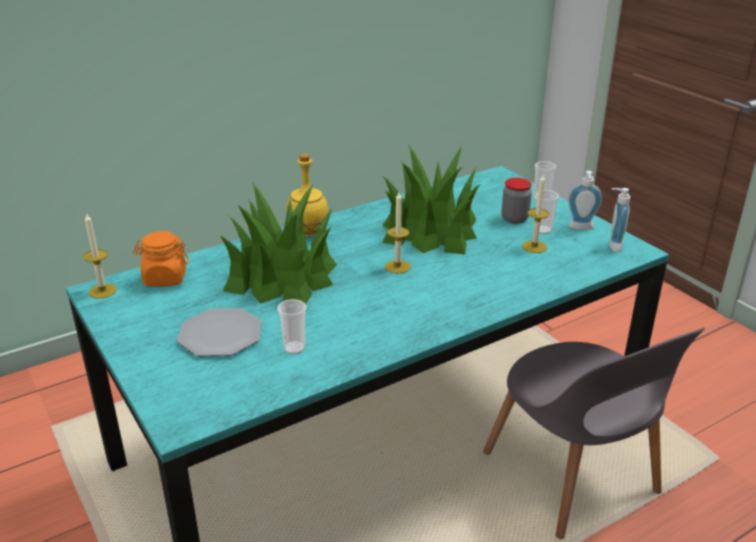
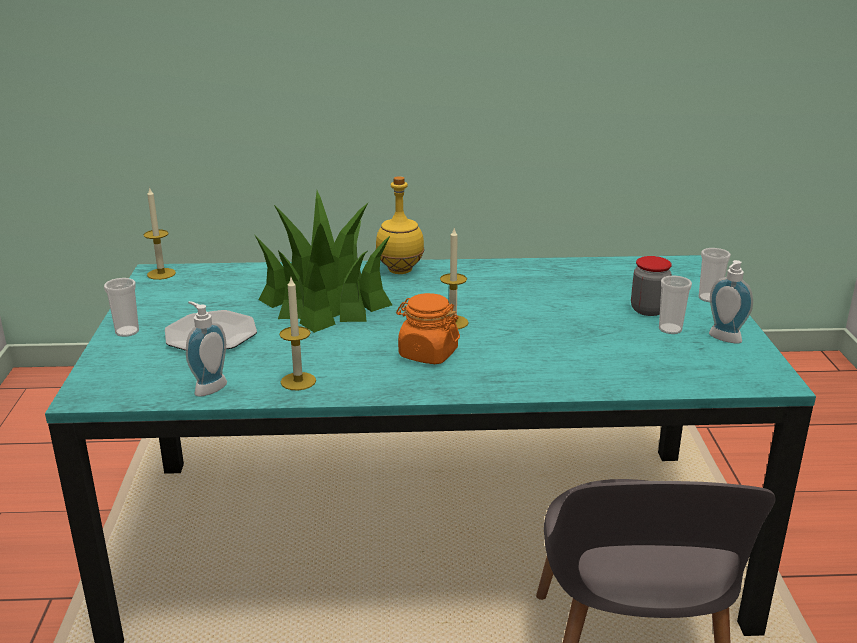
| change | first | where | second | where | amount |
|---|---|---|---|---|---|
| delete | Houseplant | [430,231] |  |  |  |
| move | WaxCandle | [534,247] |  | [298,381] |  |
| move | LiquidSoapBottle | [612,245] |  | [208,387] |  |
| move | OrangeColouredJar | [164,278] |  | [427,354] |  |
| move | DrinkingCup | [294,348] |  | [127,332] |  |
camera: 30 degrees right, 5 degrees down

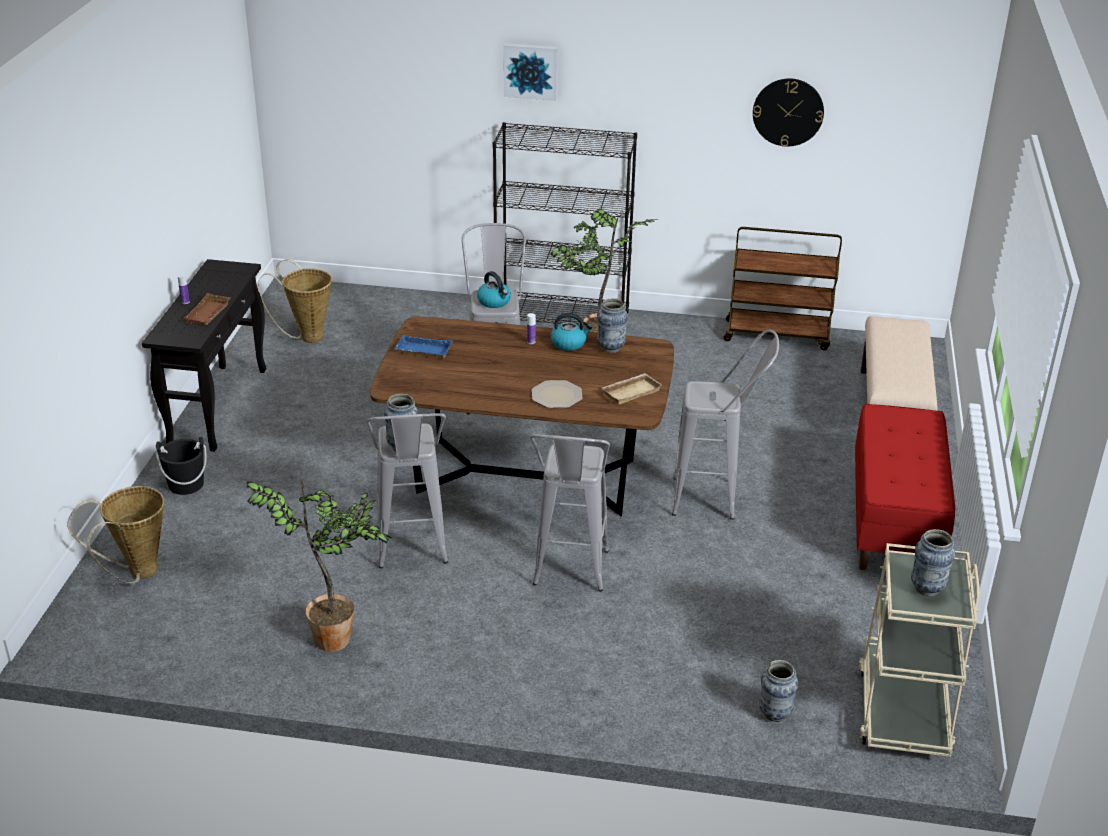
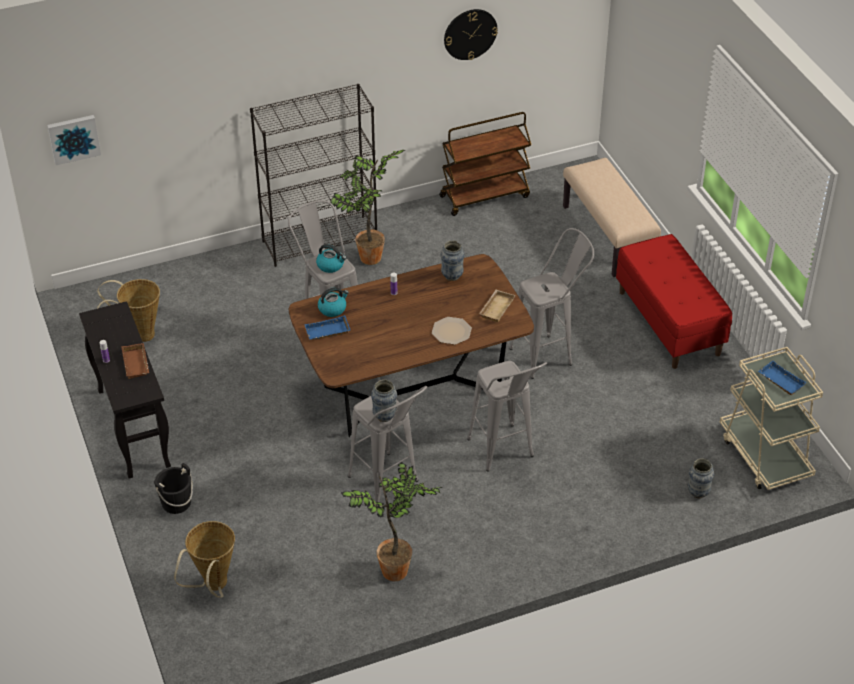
| change | first | where | second | where | amount |
|---|---|---|---|---|---|
| move | WallPicture | [531,70] |  | [73,138] |  |
| move | TeaKettle | [569,343] |  | [332,309] |  |
| replace | FlowerVase | [927,588] | BlueColouredServingTray | [780,381] |  |
camera: 30 degrees left, 10 degrees up

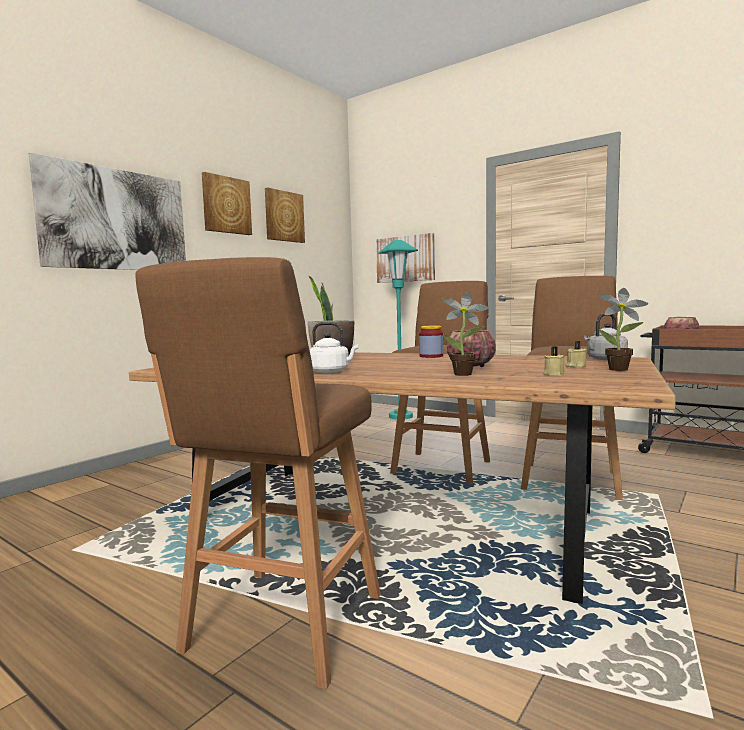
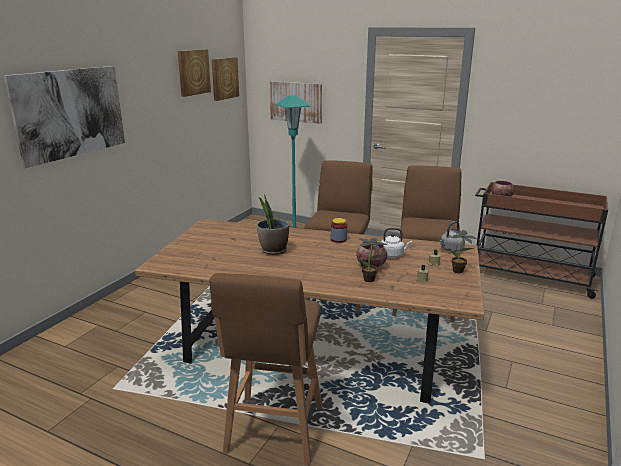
| change | first | where | second | where | amount |
|---|---|---|---|---|---|
| move | WallPicture | [226,205] |  | [224,78] |  |
| move | WhiteColouredTeaKettle | [331,371] |  | [393,255] |  |
camera: 10 degrees left, 15 degrees up

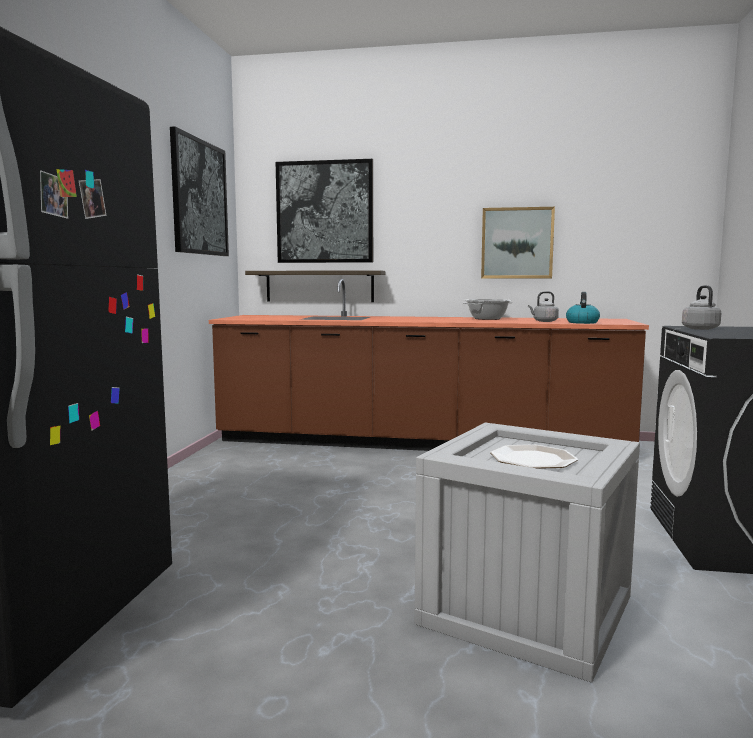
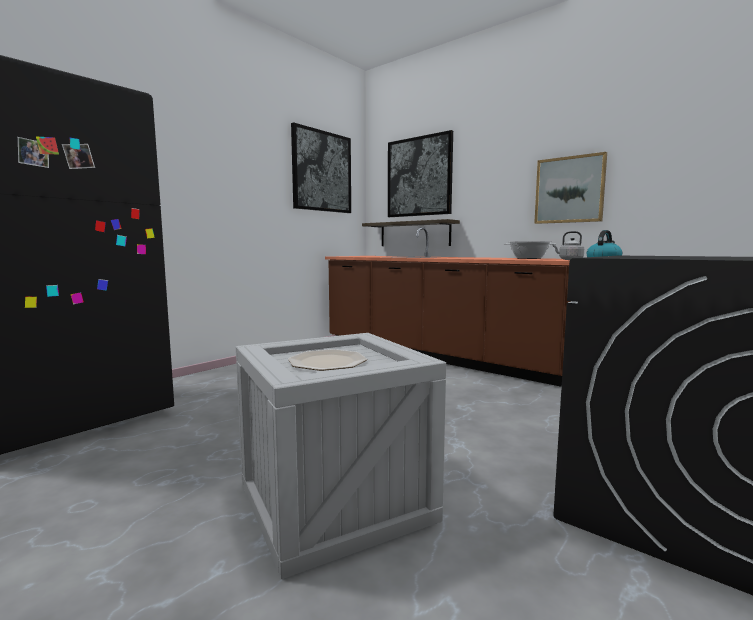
| change | first | where | second | where | amount |
|---|---|---|---|---|---|
| delete | GrayTeaKettle | [699,328] |  |  |  |
camera: 30 degrees right, 0 degrees up

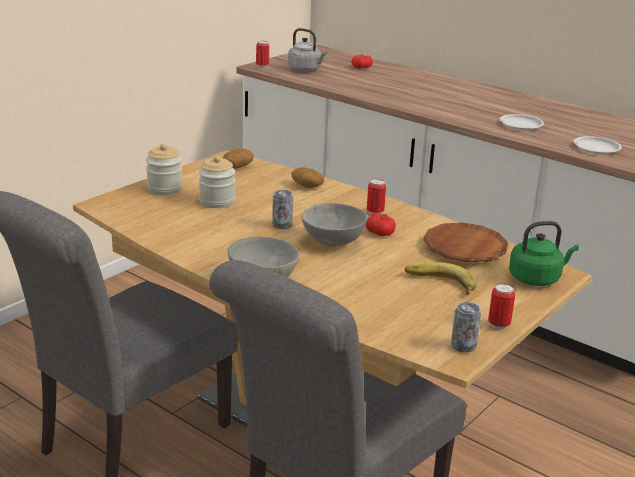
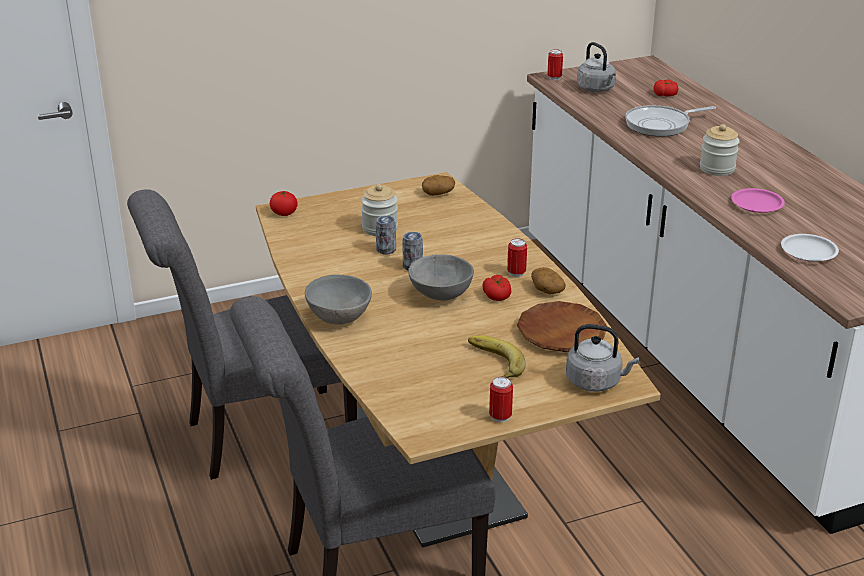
| change | first | where | second | where | amount |
|---|---|---|---|---|---|
| recolor | WhiteColouredDinnerPlate | [521,125] | PinkishDinnerPlate | [757,204] |  |
| move | Jar | [165,189] |  | [717,169] |  |
| move | WholePotato | [307,186] |  | [546,290] |  |
| recolor | GreenishTeaKettle | [537,278] | GrayTeaKettle | [596,382] |  |
| move | SealedCan | [463,346] |  | [386,250] |  |
| insert |  |  | Skillet | [661,125] |  |
| insert |  |  | WholeTomato | [284,213] |  |
camera: 30 degrees right, 5 degrees up

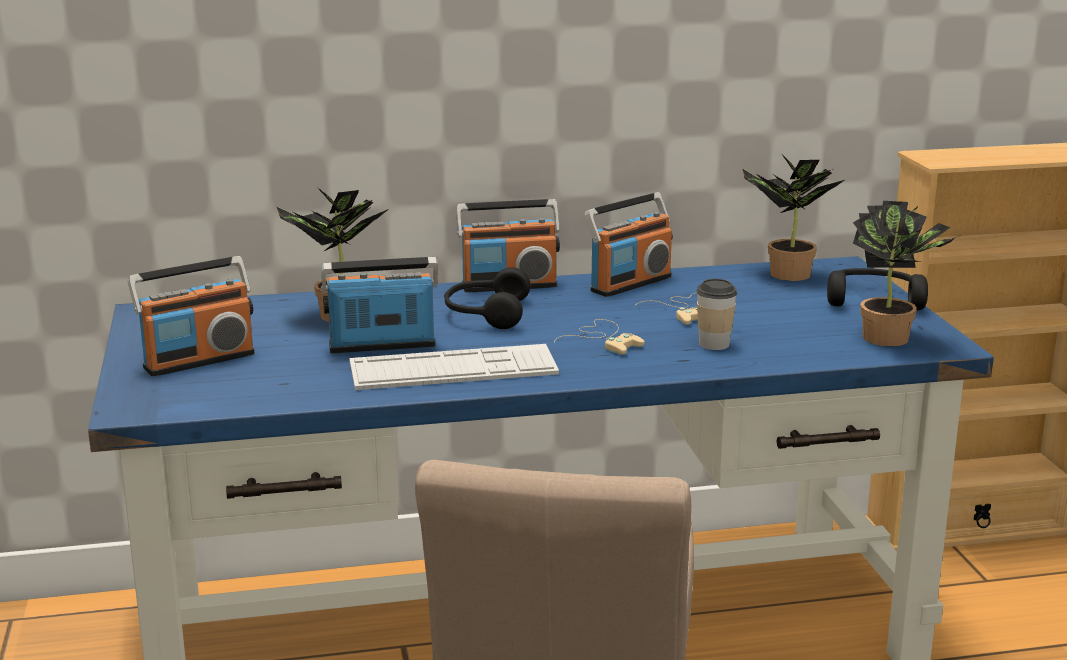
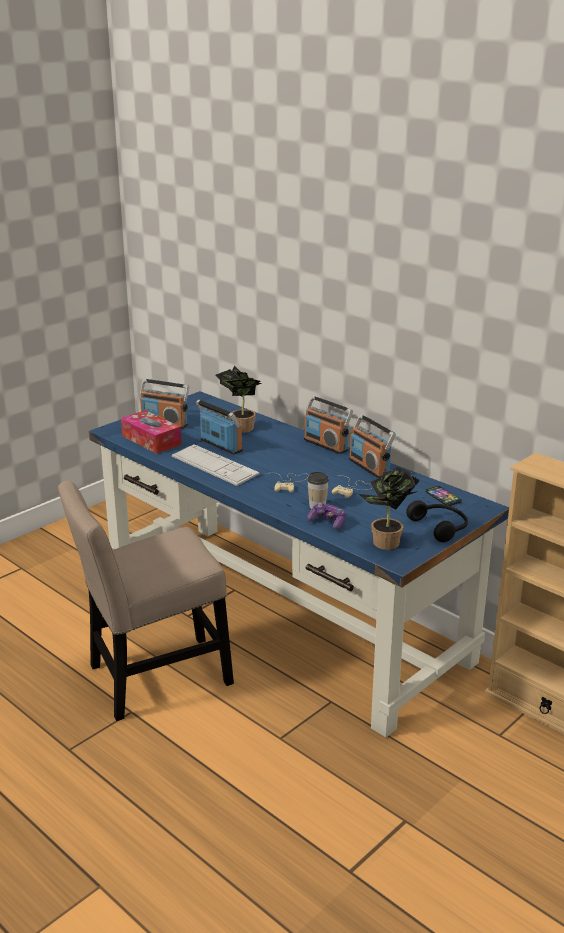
| change | first | where | second | where | amount |
|---|---|---|---|---|---|
| replace | Houseplant | [784,275] | Telephone | [443,497] |  |
| rotate | Radio | [630,284] |  | [369,467] | 45 degrees clockwise |
| delete | BlackPairOfHeadphones | [485,314] |  |  |  |
| insert |  |  | BoxOfTissues | [151,440] |  |
| insert |  |  | GameController | [327,522] |  |
camera: 55 degrees right, 5 degrees up

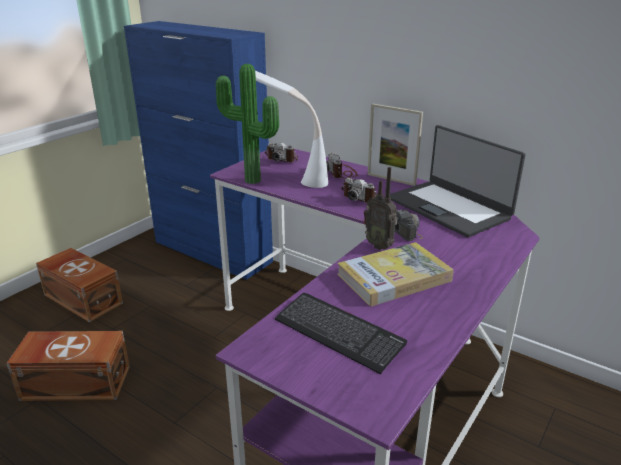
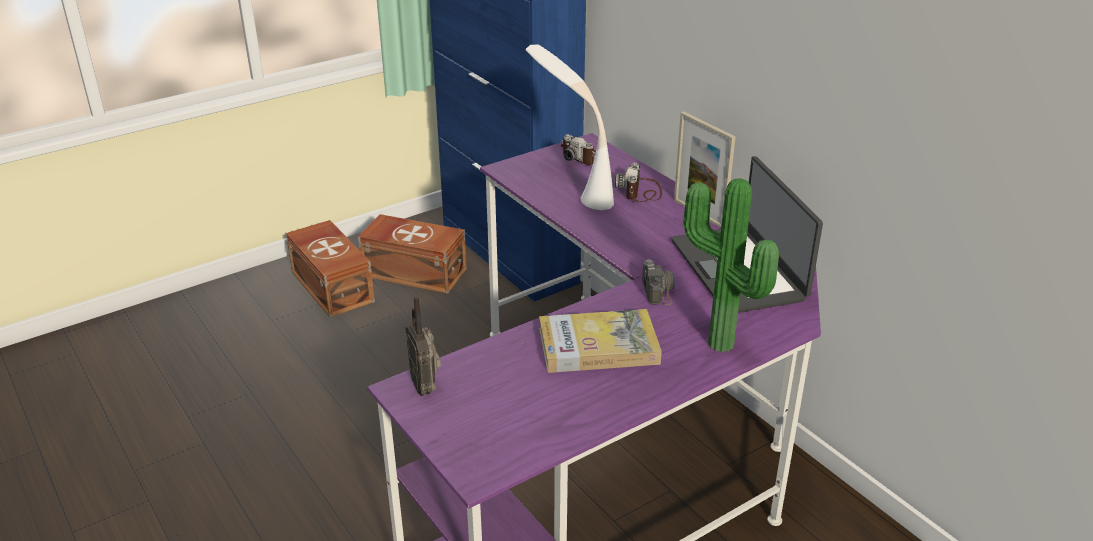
| change | first | where | second | where | amount |
|---|---|---|---|---|---|
| move | Houseplant | [251,182] |  | [717,346] |  |
| move | Radio | [380,245] |  | [426,387] |  |
| delete | StillCamera | [361,197] |  |  |  |
| delete | Keyboard | [338,333] |  |  |  |
| move | BrownColouredStorageBin | [75,382] |  | [414,271] |  |
camera: 20 degrees right, 5 degrees up

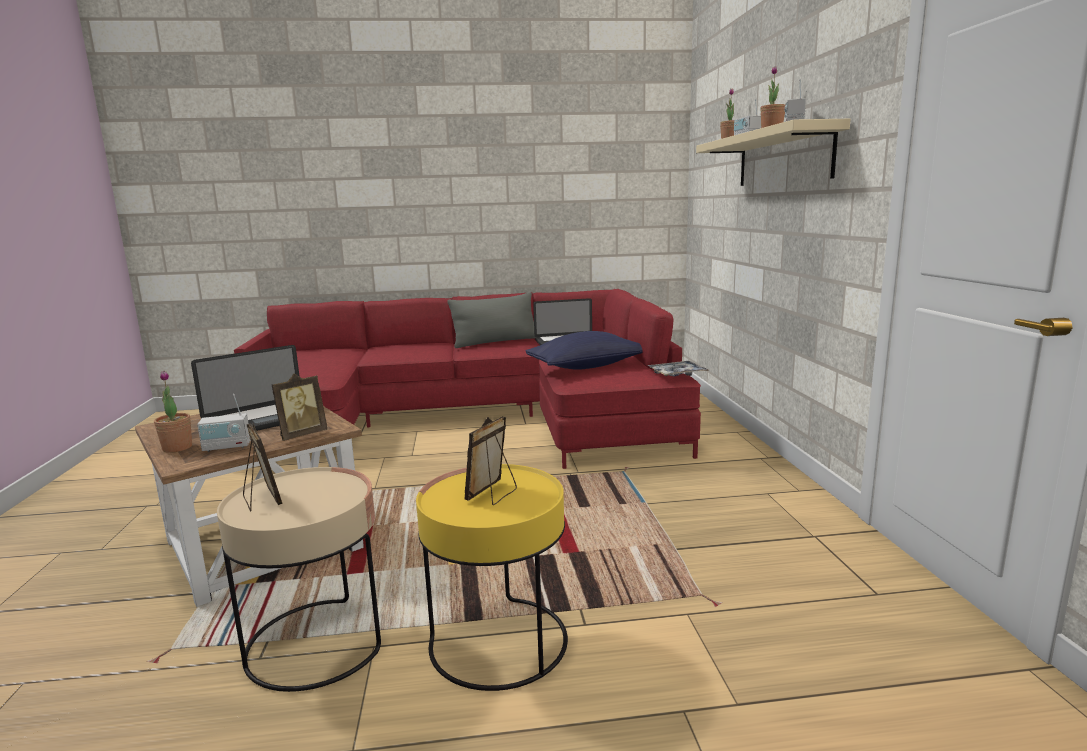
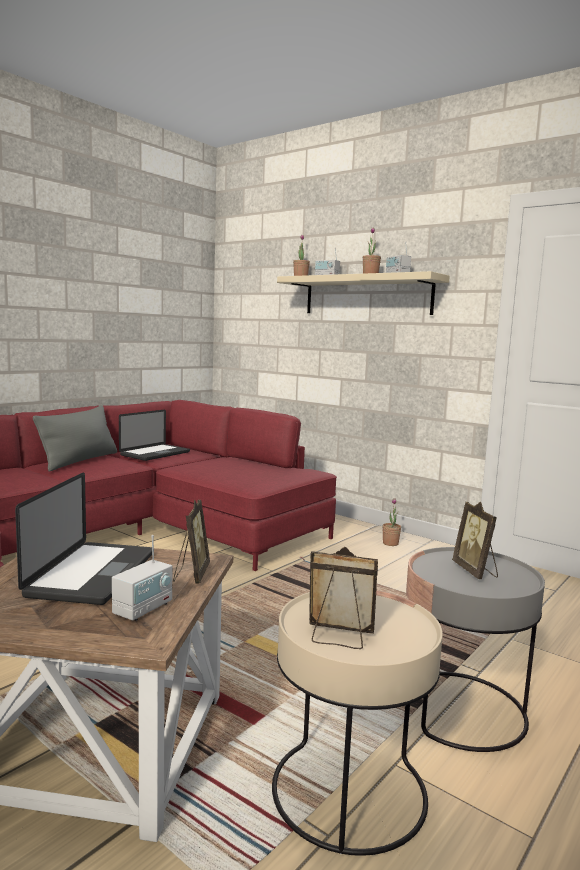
| change | first | where | second | where | amount |
|---|---|---|---|---|---|
| delete | BlueColouredCushion | [586,367] |  |  |  |
| delete | ServingTray | [677,374] |  |  |  |
| move | Houseplant | [177,448] |  | [390,543] |  |
| recolor | YellowAccentTable | [498,642] | GrayAccentTable | [461,710] |  |
camera: 45 degrees left, 5 degrees down

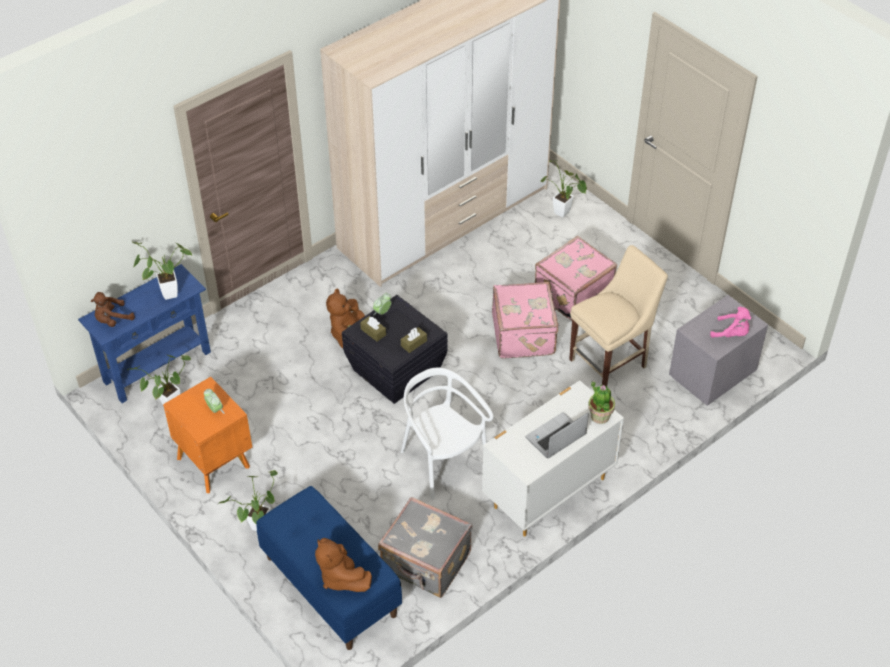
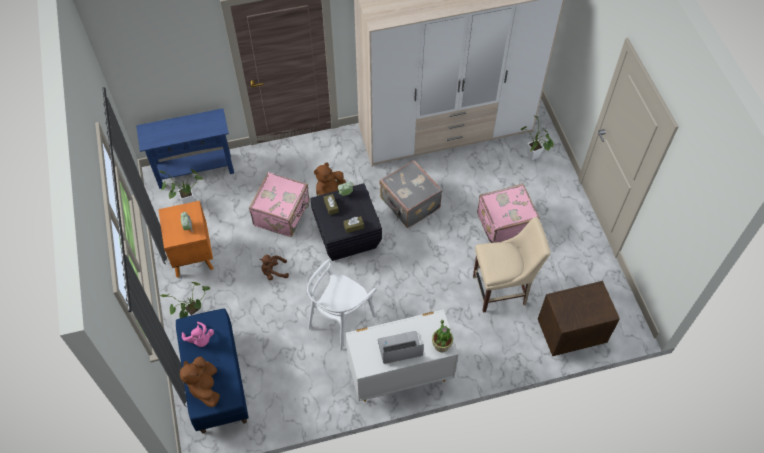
| change | first | where | second | where | amount |
|---|---|---|---|---|---|
| delete | Houseplant | [166,295] |  |  |  |
| move | PinkishTravelCase | [524,334] |  | [282,214] |  |
| move | BrownColouredCuddlyToy | [112,320] |  | [274,272] |  |
| recolor | GrayNightTable | [710,377] | BrownColouredNightTable | [569,332] |  |
| move | PinkishCuddlyToy | [732,334] |  | [200,339] |  |
| rotate | WhiteColouredChair | [443,462] |  | [340,319] | 135 degrees counterclockwise |
| move | GrayTravelCase | [426,563] |  | [409,204] |  |
camera: 25 degrees right, 10 degrees up

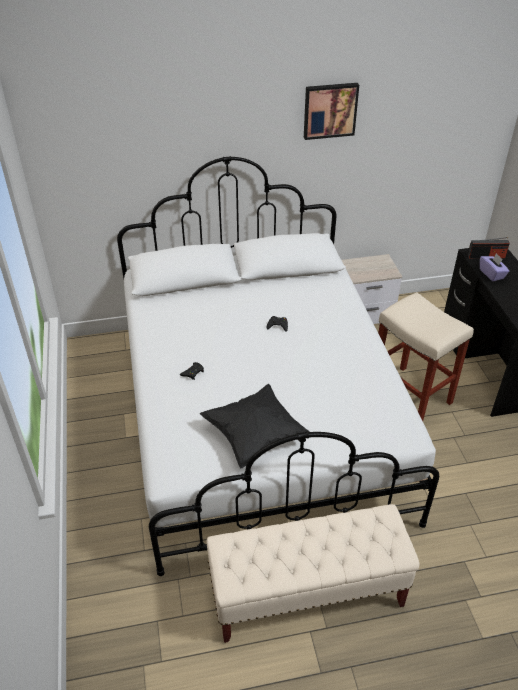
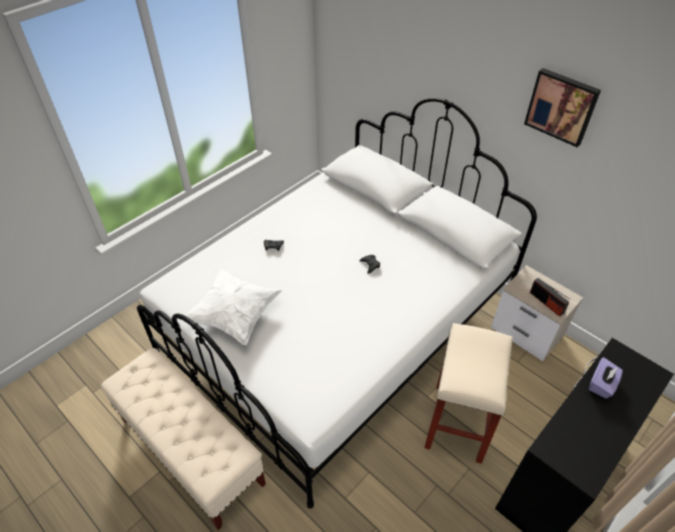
| change | first | where | second | where | amount |
|---|---|---|---|---|---|
| move | Radio | [486,256] |  | [546,302] |  |
| recolor | BlackCushion | [255,436] | WhiteColouredCushion | [234,315] |  |
camera: 55 degrees right, 5 degrees up

